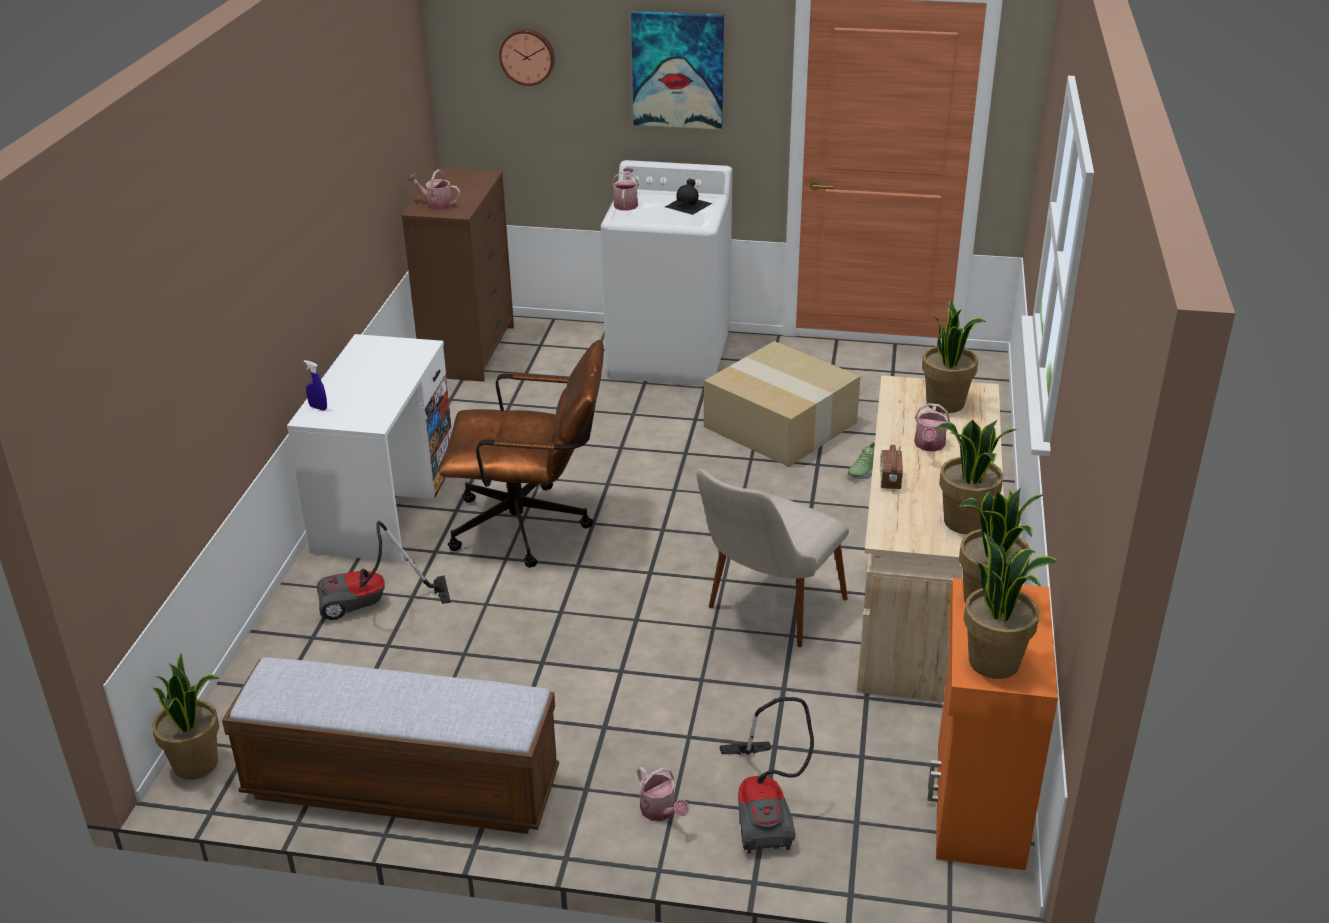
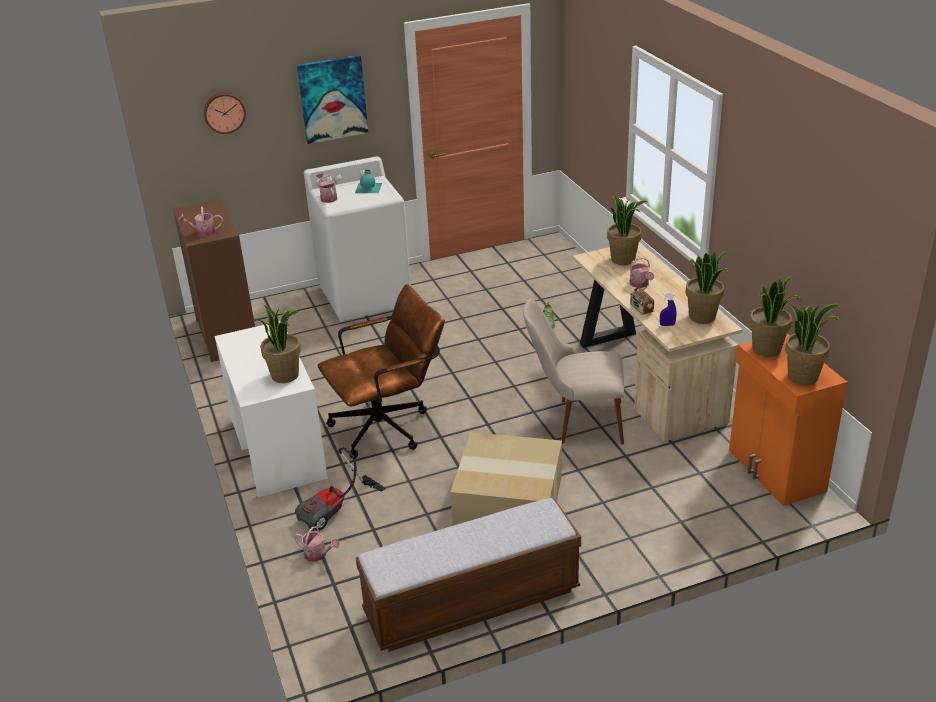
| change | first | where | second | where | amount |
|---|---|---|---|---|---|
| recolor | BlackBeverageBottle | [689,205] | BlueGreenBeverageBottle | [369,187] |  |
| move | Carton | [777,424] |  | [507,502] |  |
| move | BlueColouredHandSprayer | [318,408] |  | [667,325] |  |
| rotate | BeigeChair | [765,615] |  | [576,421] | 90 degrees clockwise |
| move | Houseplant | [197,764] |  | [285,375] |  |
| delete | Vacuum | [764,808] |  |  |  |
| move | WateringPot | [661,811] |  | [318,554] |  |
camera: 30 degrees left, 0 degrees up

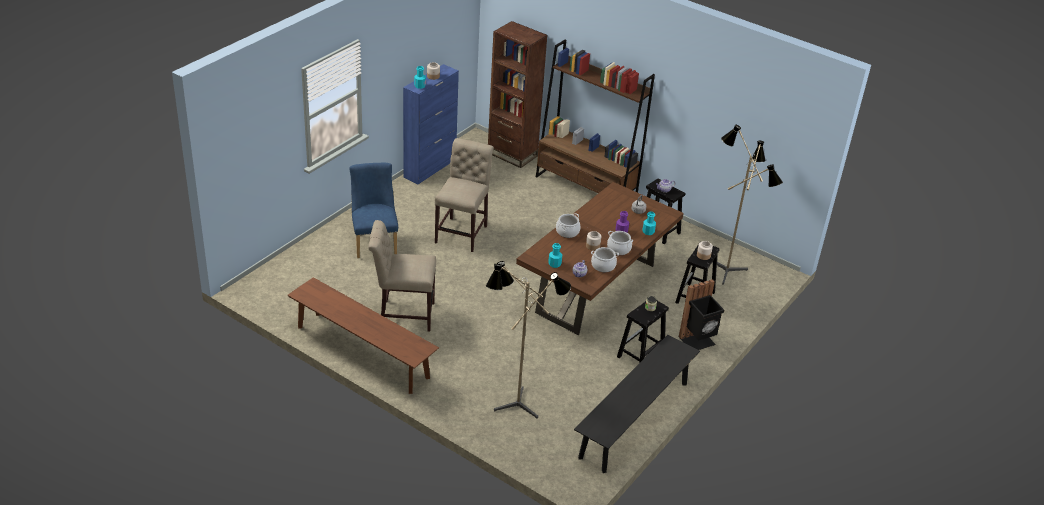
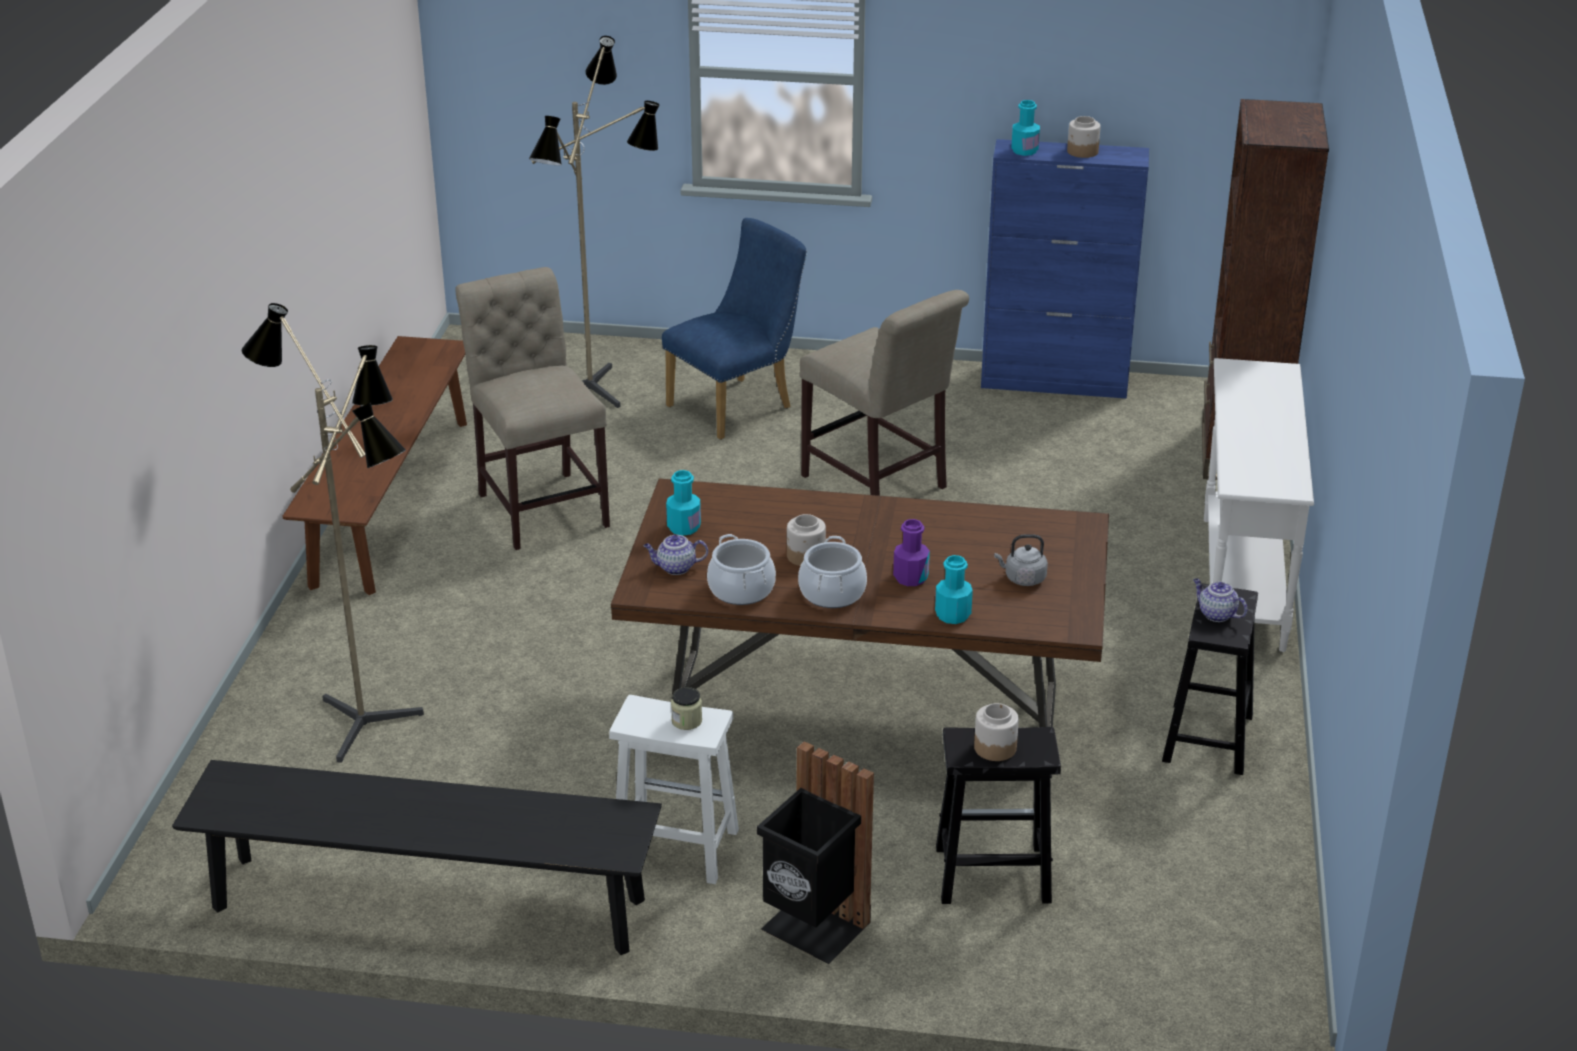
| change | first | where | second | where | amount |
|---|---|---|---|---|---|
| replace | BrownColouredShelvingUnit | [585,188] | WhiteColouredConsoleTable | [1242,583] |  |
| move | StandardLamp | [729,269] |  | [600,390] |  |
| rotate | BeigeChair | [463,232] |  | [879,485] | 60 degrees clockwise |
| delete | Saucepot | [567,232] |  |  |  |
| recolor | BlackStool | [640,355] | WhiteColouredStool | [673,848] |  |
camera: 65 degrees right, 5 degrees down

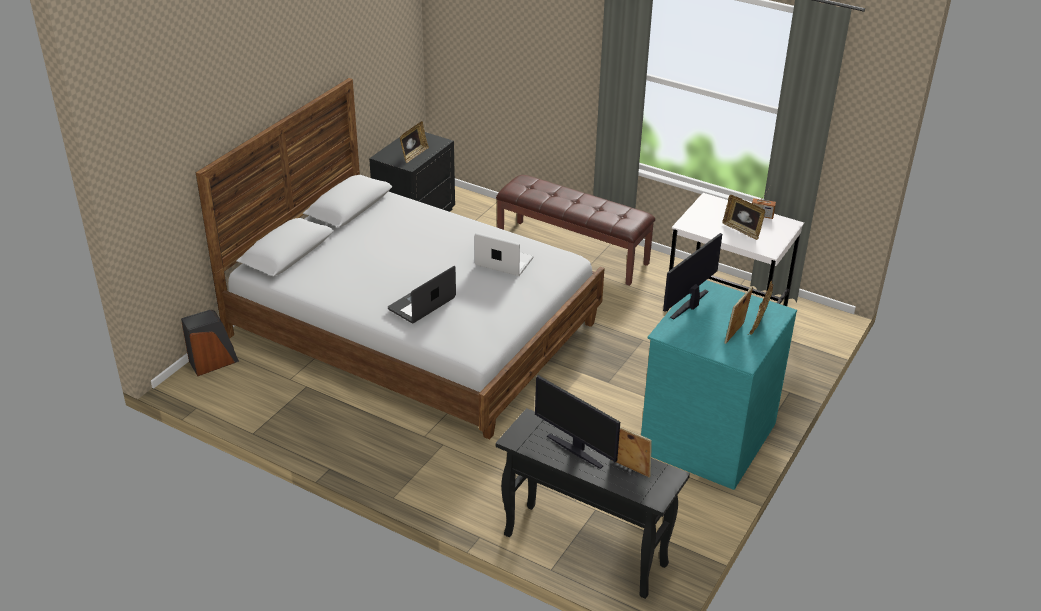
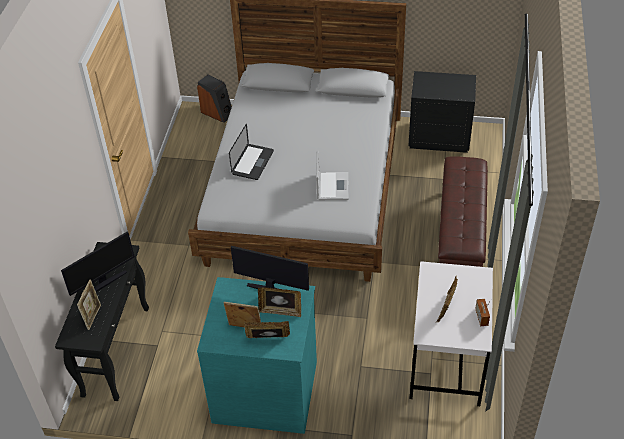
| change | first | where | second | where | amount |
|---|---|---|---|---|---|
| move | PictureFrame | [414,155] |  | [280,311] |  |
| rotate | PortableComputer | [422,304] |  | [252,162] | 90 degrees clockwise |
| rotate | Monitor | [576,450] |  | [104,283] | 150 degrees counterclockwise |
camera: 70 degrees right, 10 degrees up

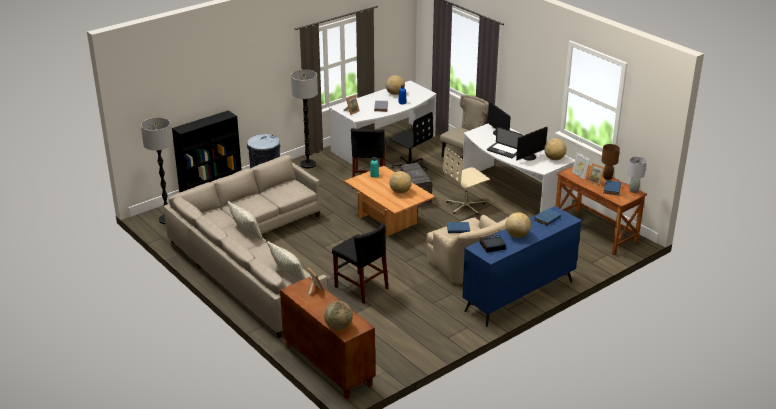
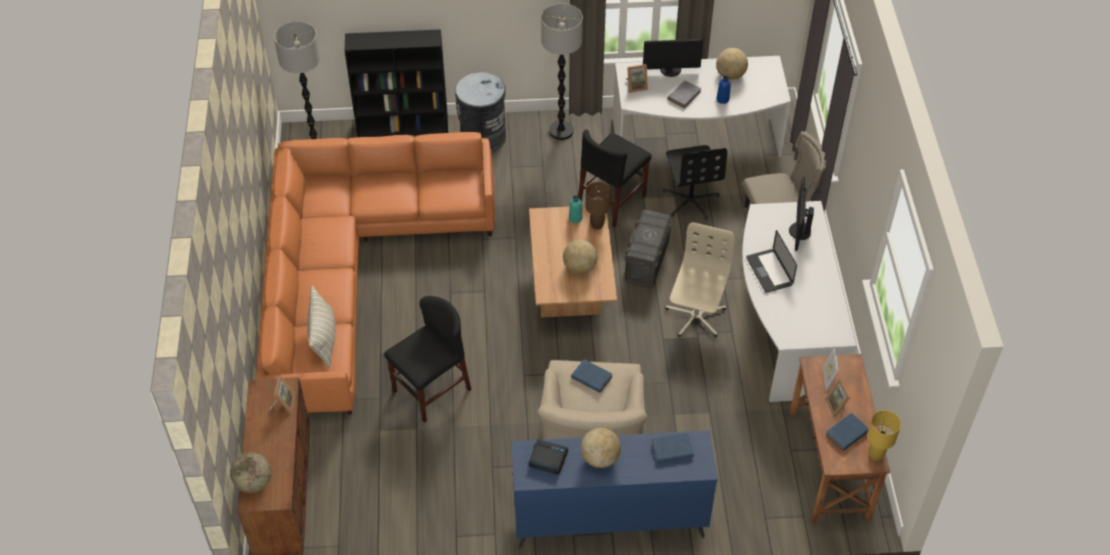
| change | first | where | second | where | amount |
|---|---|---|---|---|---|
| move | Monitor | [529,157] |  | [670,70] |  |
| delete | Globe | [554,159] |  |  |  |
| move | BrownColouredLampForATable | [607,177] |  | [597,224] |  |
| rotate | BeigeDeskChair | [466,206] |  | [695,316] | 105 degrees clockwise |
| recolor | BeigeSettee | [253,258] | OrangeColouredSettee | [353,268] |  |
| recolor | GrayLampForATable | [633,191] | YellowLampForATable | [875,454] |  |
| delete | Cushion | [246,231] |  |  |  |
| rotate | BlackChair | [361,287] |  | [431,390] | 120 degrees counterclockwise |
camera: 35 degrees right, 20 degrees up

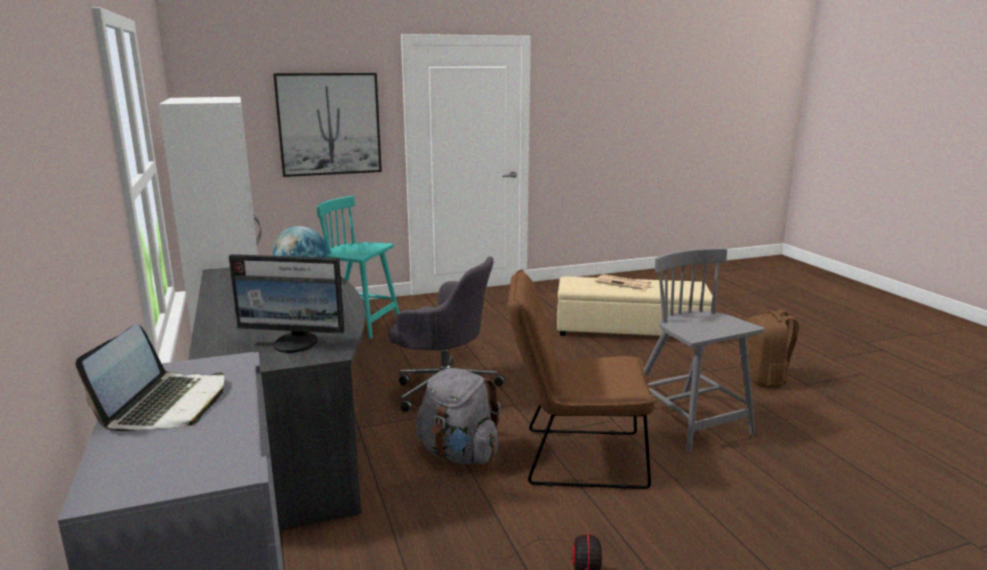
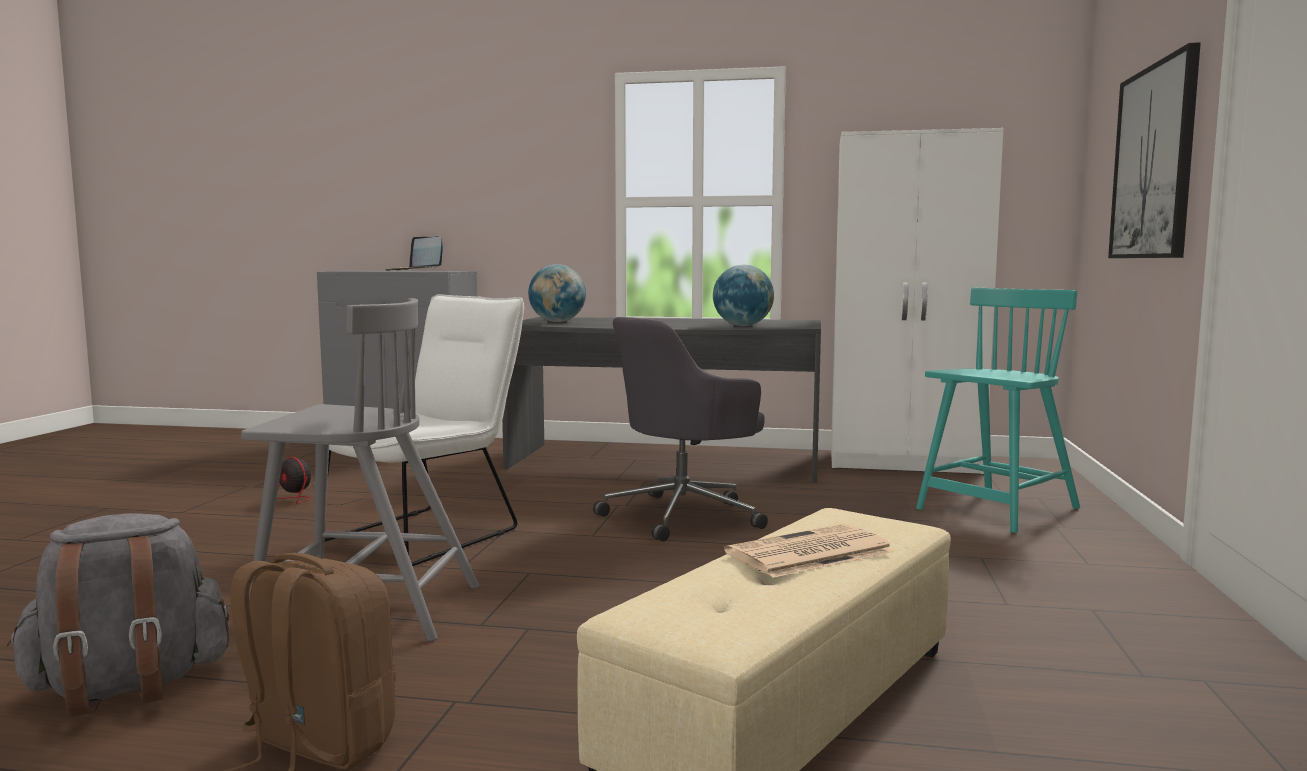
| change | first | where | second | where | amount |
|---|---|---|---|---|---|
| replace | Monitor | [295,344] | Globe | [557,322] |  |
| recolor | BrownColouredChair | [574,457] | WhiteColouredChair | [431,532] |  |
| move | GrayBackpack | [459,454] |  | [128,688] |  |
camera: 120 degrees right, 10 degrees down

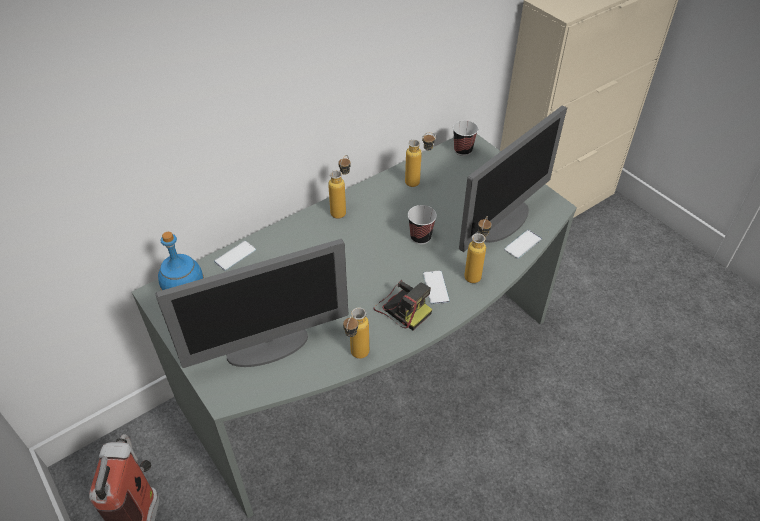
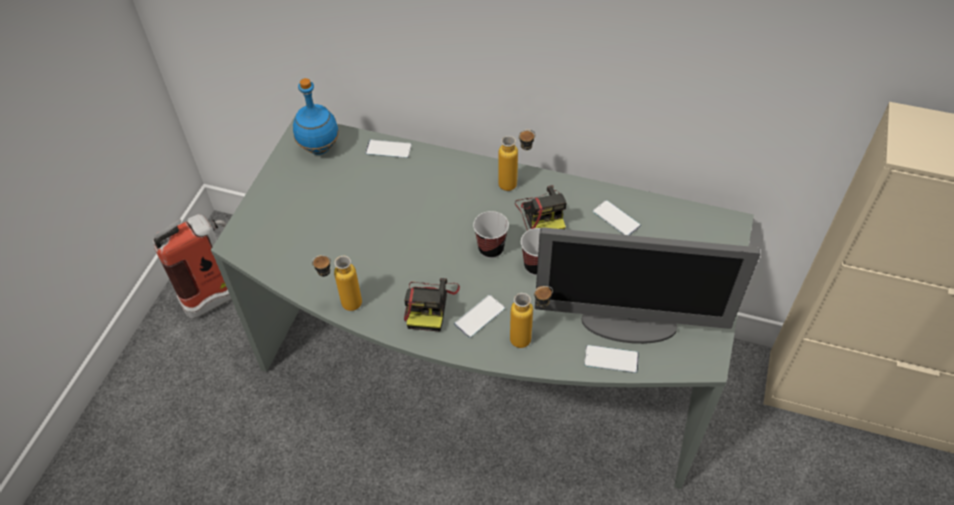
| change | first | where | second | where | amount |
|---|---|---|---|---|---|
| move | DrinkingCup | [463,150] |  | [491,249] |  |
| replace | BeverageBottle | [418,182] | Telephone | [616,219] |  |
| delete | Monitor | [268,346] |  |  |  |
| insert |  |  | StillCamera | [542,214] |  |
camera: 55 degrees right, 5 degrees up

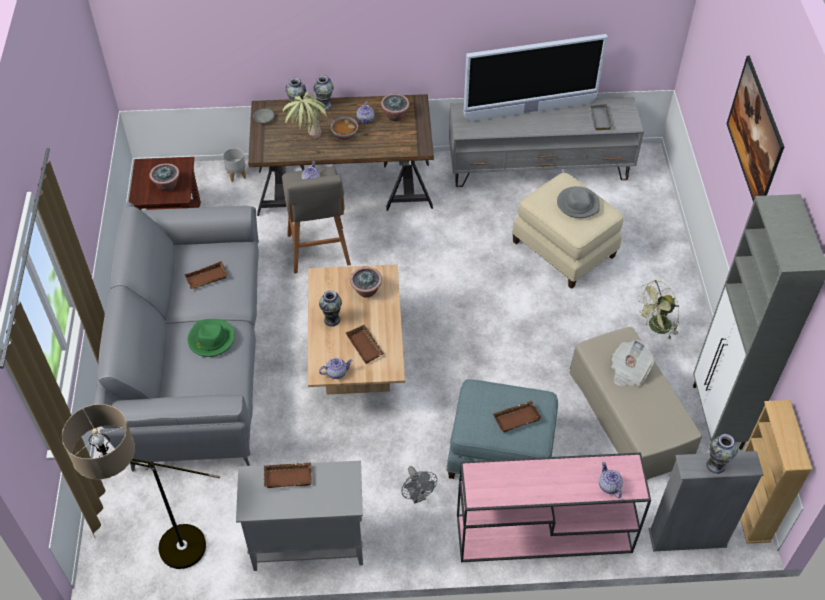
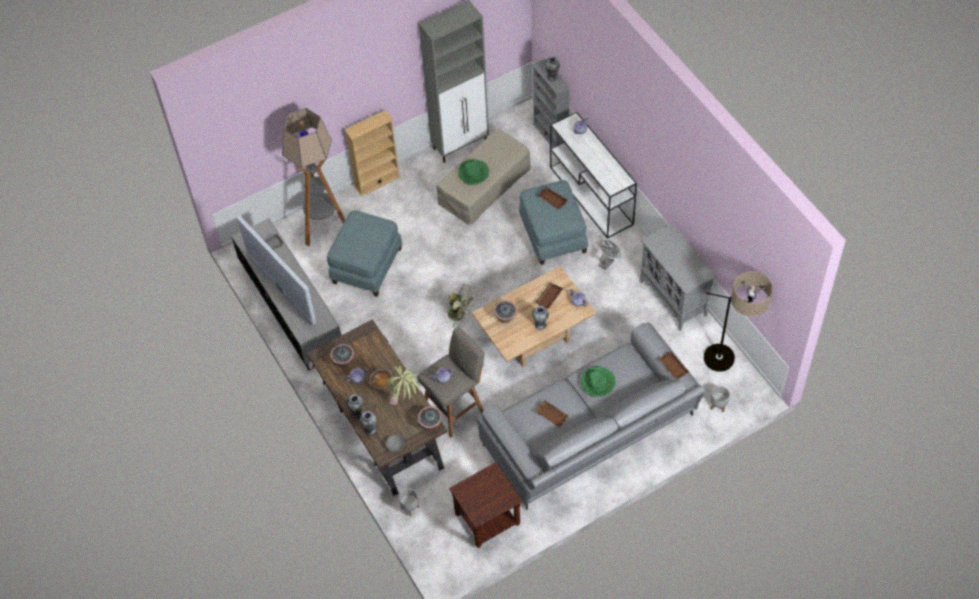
| change | first | where | second | where | amount |
|---|---|---|---|---|---|
| delete | WallPicture | [749,151] |  |  |  |
| move | Houseplant | [167,186] |  | [430,424] |  |
| recolor | BeigeOttoman | [565,248] | BlueColouredOttoman | [366,265] |  |
| delete | GrayHat | [578,204] |  |  |  |
| move | GreenishFan | [656,328] |  | [460,315] |  |
| replace | DailyPaper | [628,371] | GreenishHat | [473,173] |  |
| move | BeigeShelvingUnit | [750,509] |  | [377,181] |  |
| recolor | PinkishConsoleTable | [542,534] | WhiteColouredConsoleTable | [592,196] |  |
| move | BrownColouredServingTray | [289,476] |  | [672,367] |  |
| insert |  |  | StandardLamp | [324,228] |  |
| insert |  |  | GrayPlanter | [718,405] |  |
camera: 115 degrees left, 5 degrees up

